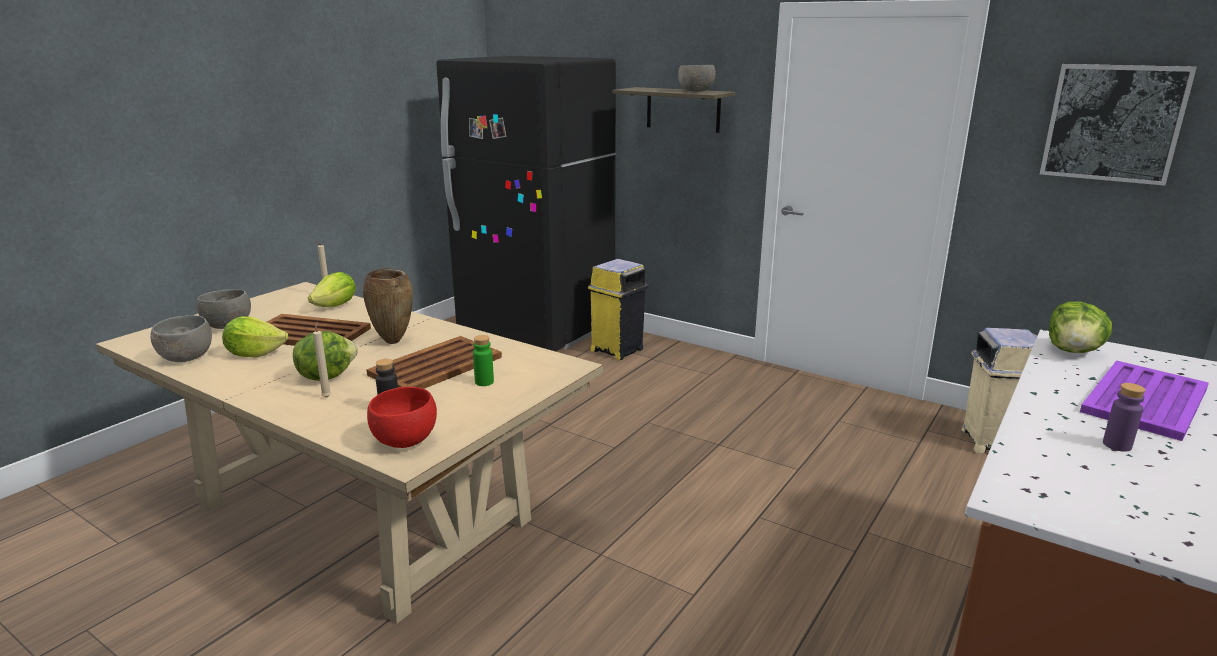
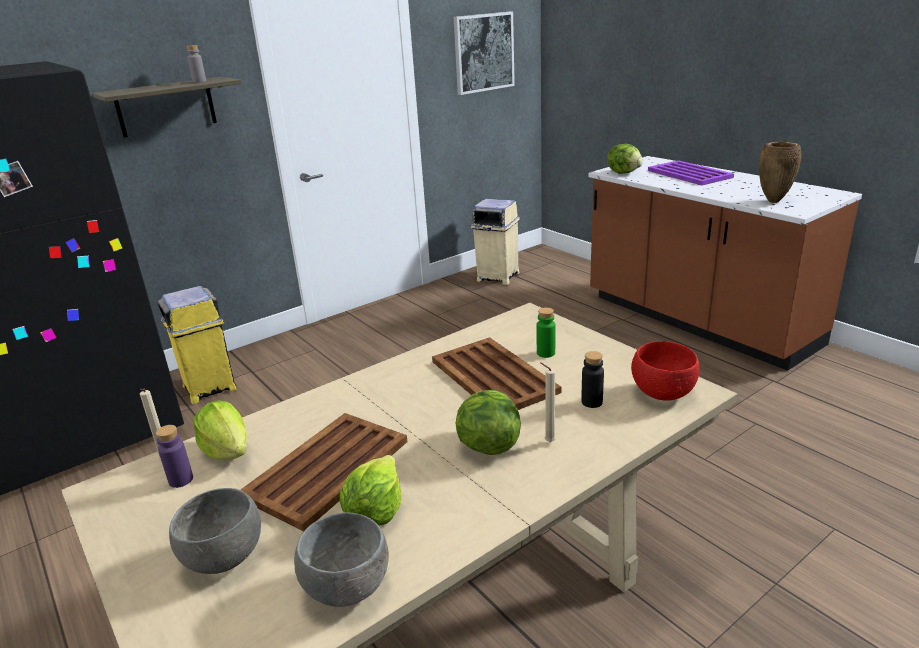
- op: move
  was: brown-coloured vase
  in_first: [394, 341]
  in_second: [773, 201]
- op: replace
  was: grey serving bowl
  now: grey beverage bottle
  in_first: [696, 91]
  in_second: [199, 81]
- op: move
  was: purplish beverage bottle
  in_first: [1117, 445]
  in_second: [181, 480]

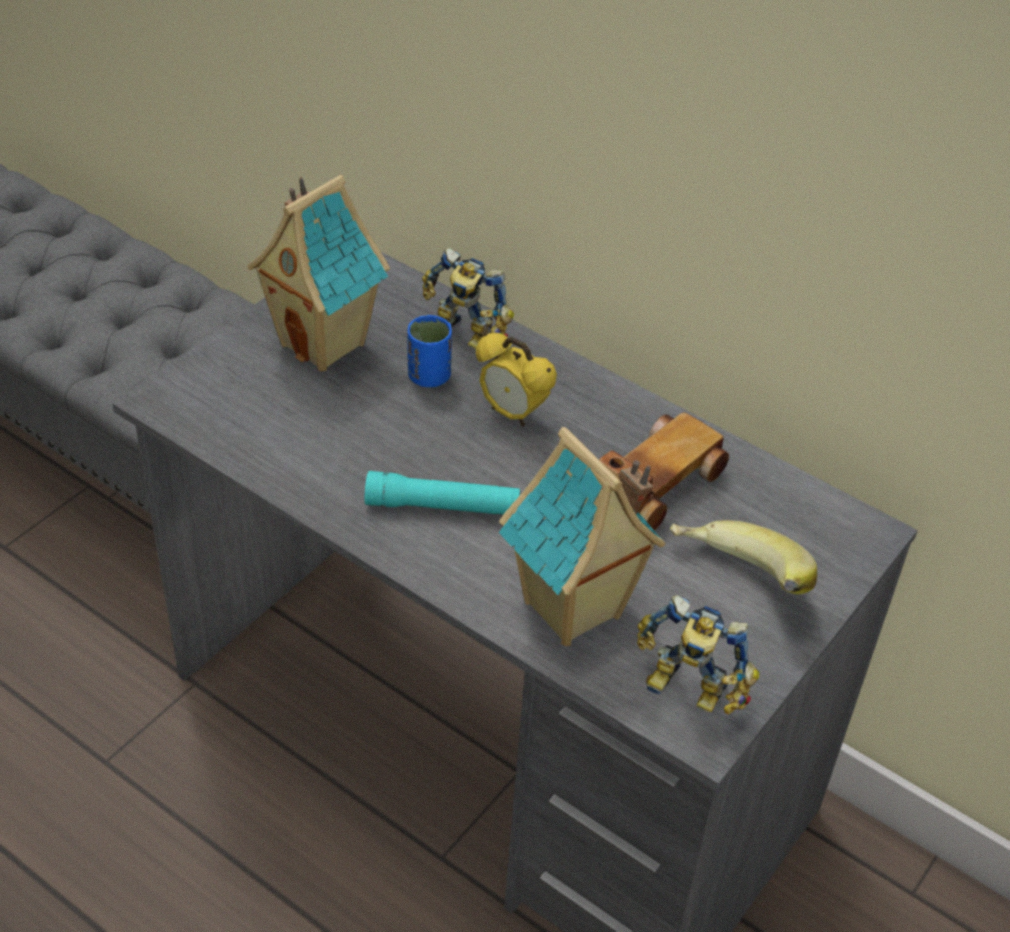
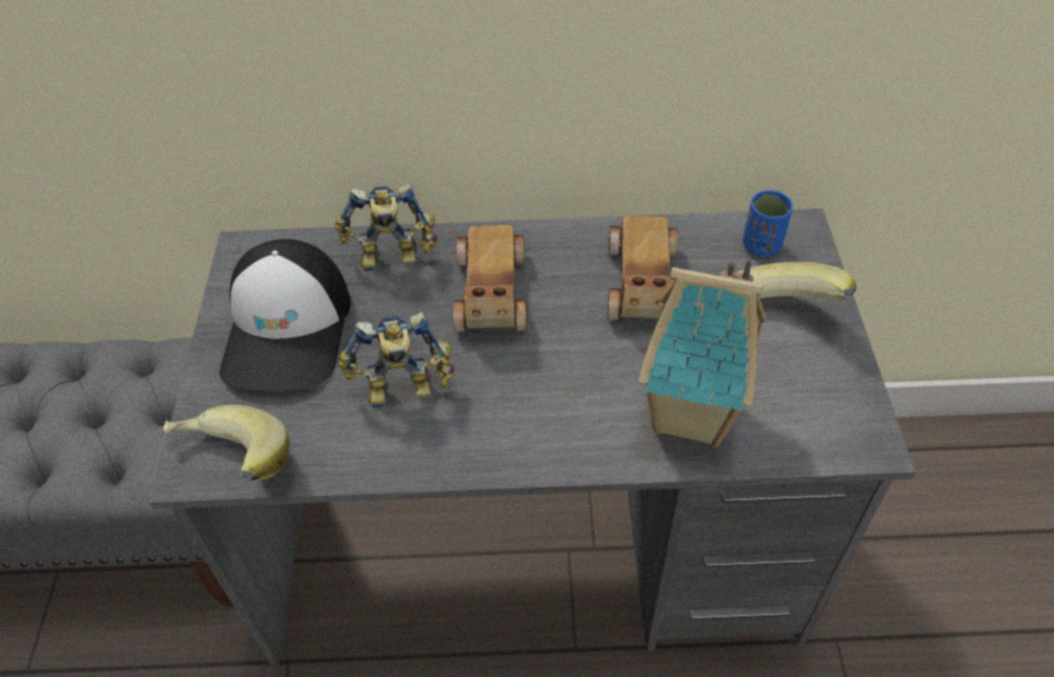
- op: replace
  was: toy house
  now: baseball cap
  in_first: [325, 343]
  in_second: [289, 330]
- op: delete
  was: blue-green flashlight
  in_first: [443, 506]
- op: move
  was: bluish small cup
  in_first: [429, 376]
  in_second: [761, 246]
- op: replace
  was: table clock
  now: miniature car
  in_first: [512, 414]
  in_second: [491, 295]
- op: move
  was: model robot
  in_first: [687, 692]
  in_second: [402, 391]
- op: insert
  now: banana fruit
  in_second: [232, 466]

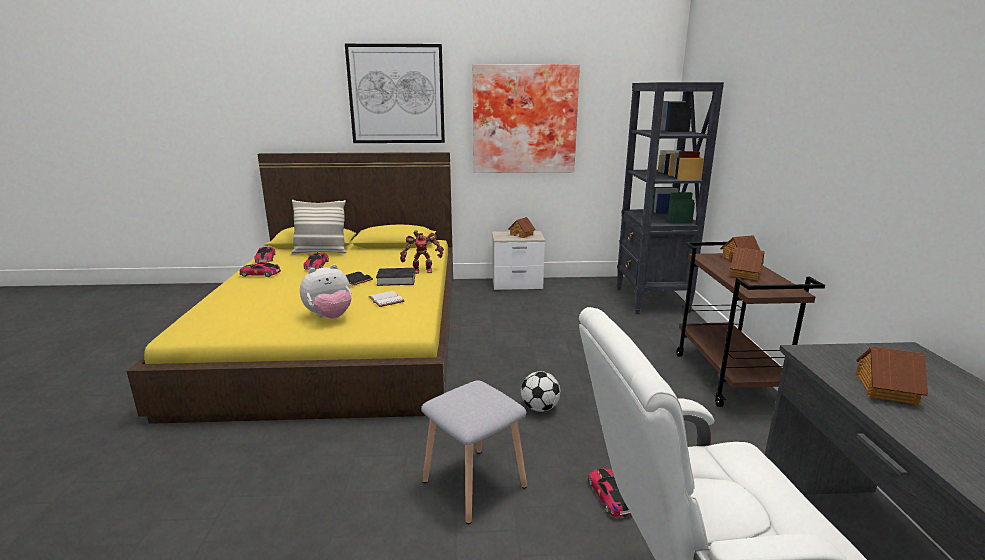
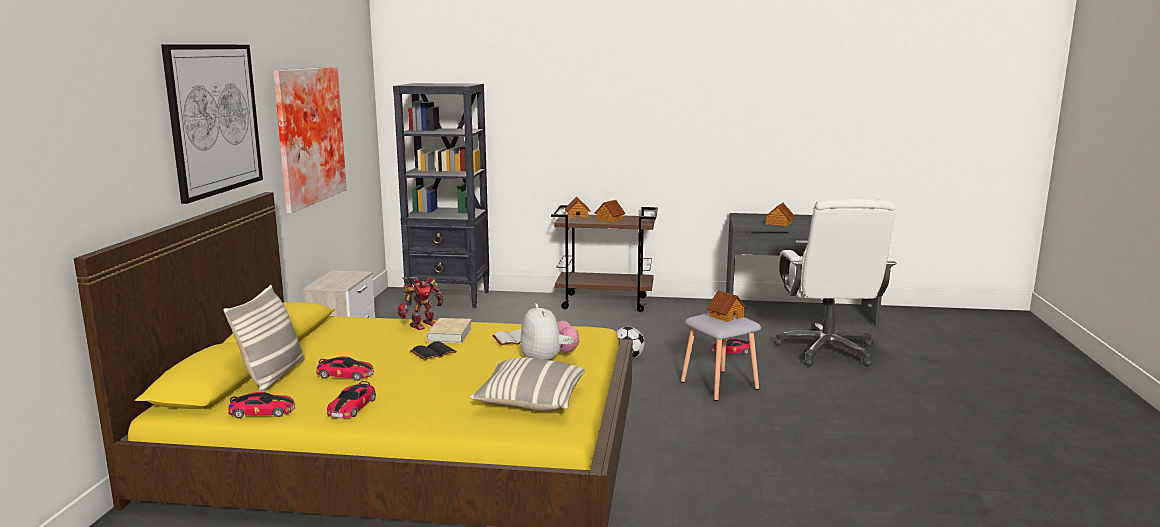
- op: recolor
  was: blackish bound book
  now: beige-coloured bound book
  in_first: [396, 280]
  in_second: [449, 335]
- op: rotate
  was: model robot
  in_first: [422, 270]
  in_second: [422, 325]
  clockwise: 45
- op: move
  was: toy house
  in_first: [521, 234]
  in_second: [726, 316]
- op: insert
  now: pillow
  in_second: [530, 401]

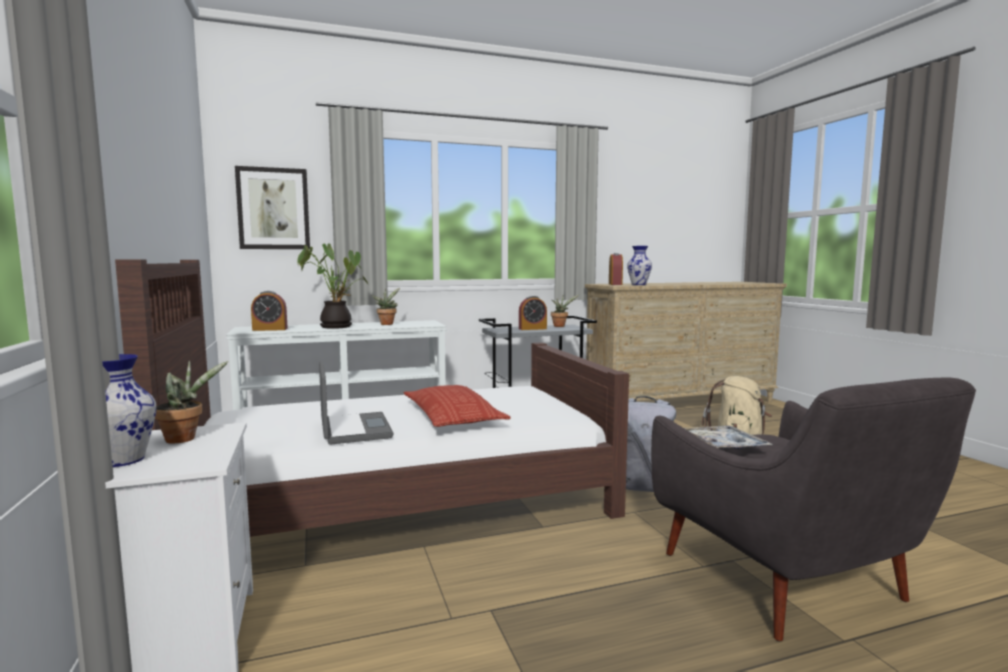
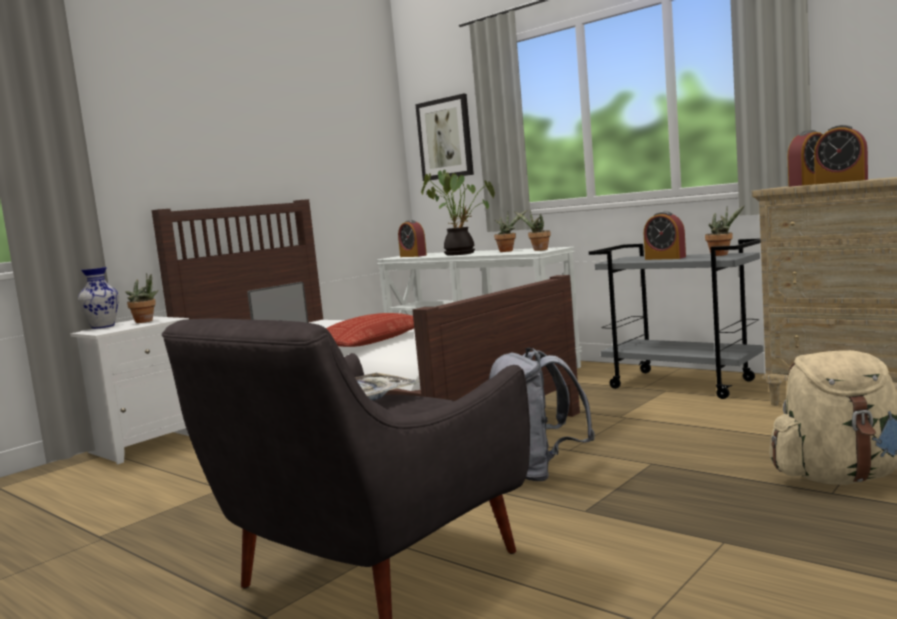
- op: replace
  was: vase
  now: table clock
  in_first: [639, 284]
  in_second: [841, 182]
- op: insert
  now: potted plant
  in_second: [538, 250]

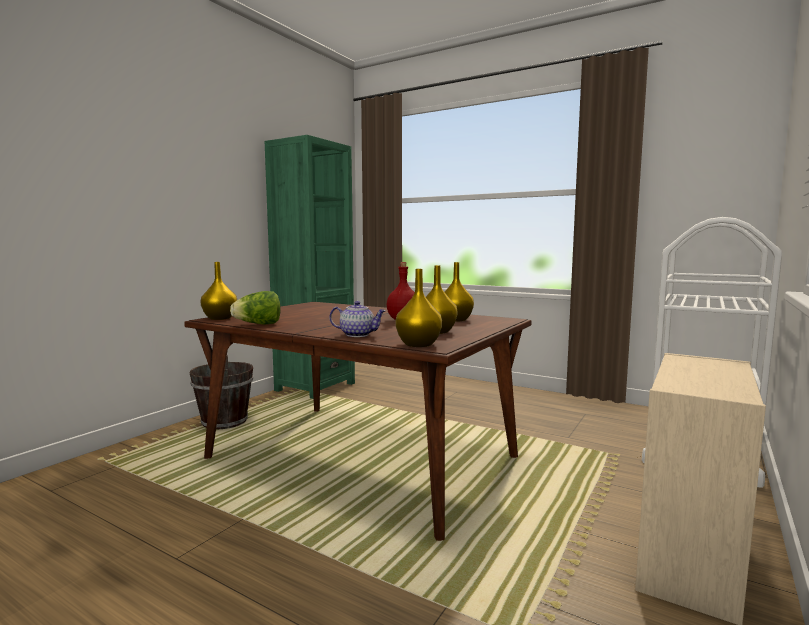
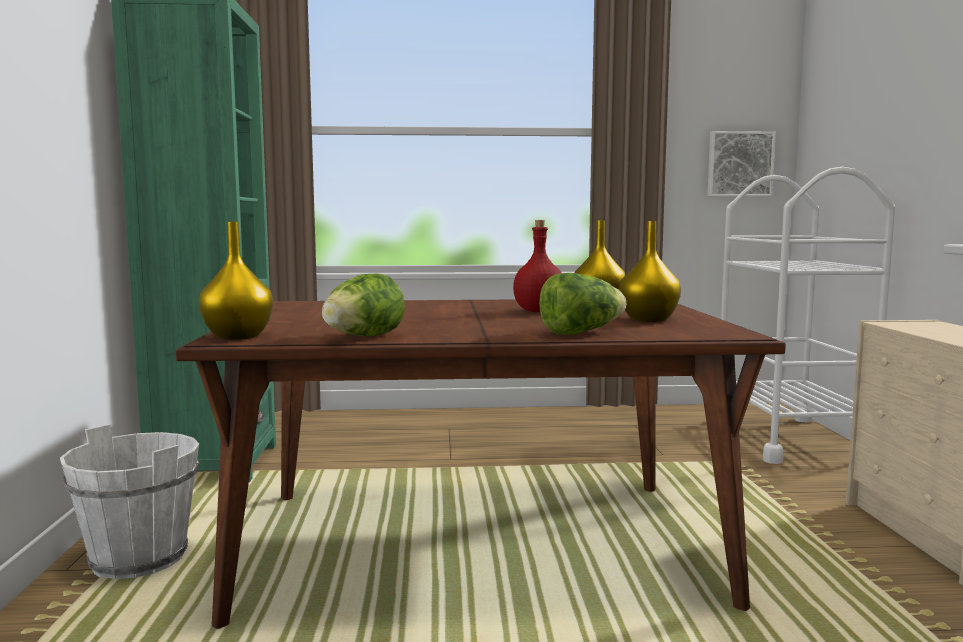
- op: recolor
  was: brown-coloured bucket
  now: white bucket
  in_first: [225, 422]
  in_second: [140, 559]
- op: replace
  was: teapot
  now: lettuce head
  in_first: [358, 335]
  in_second: [580, 333]
- op: delete
  was: yellow-coloured vase
  in_first: [419, 344]
- op: insert
  now: wall picture
  in_second: [739, 164]

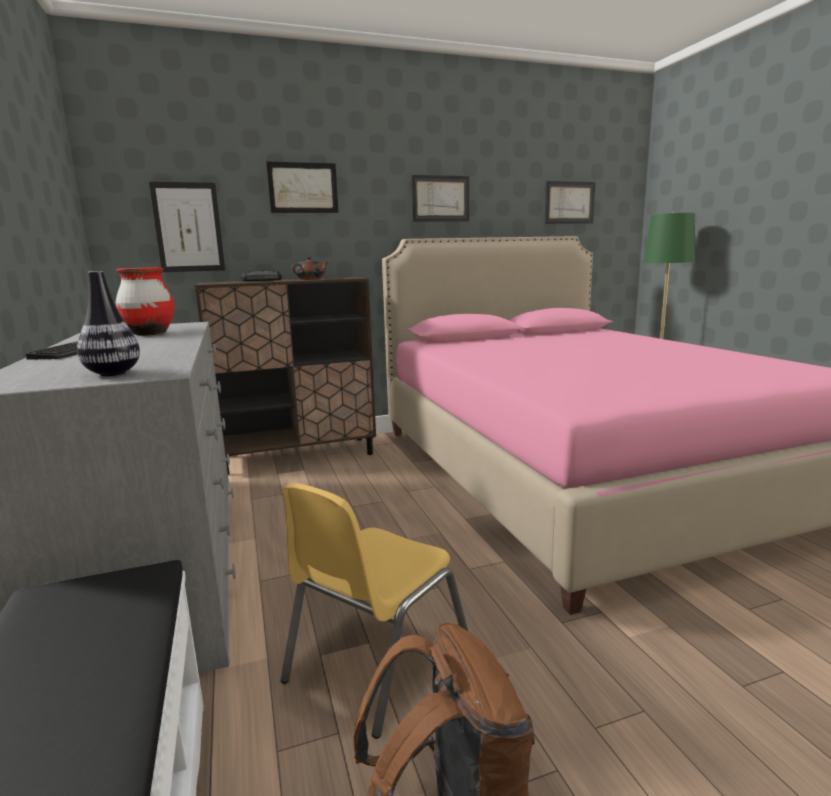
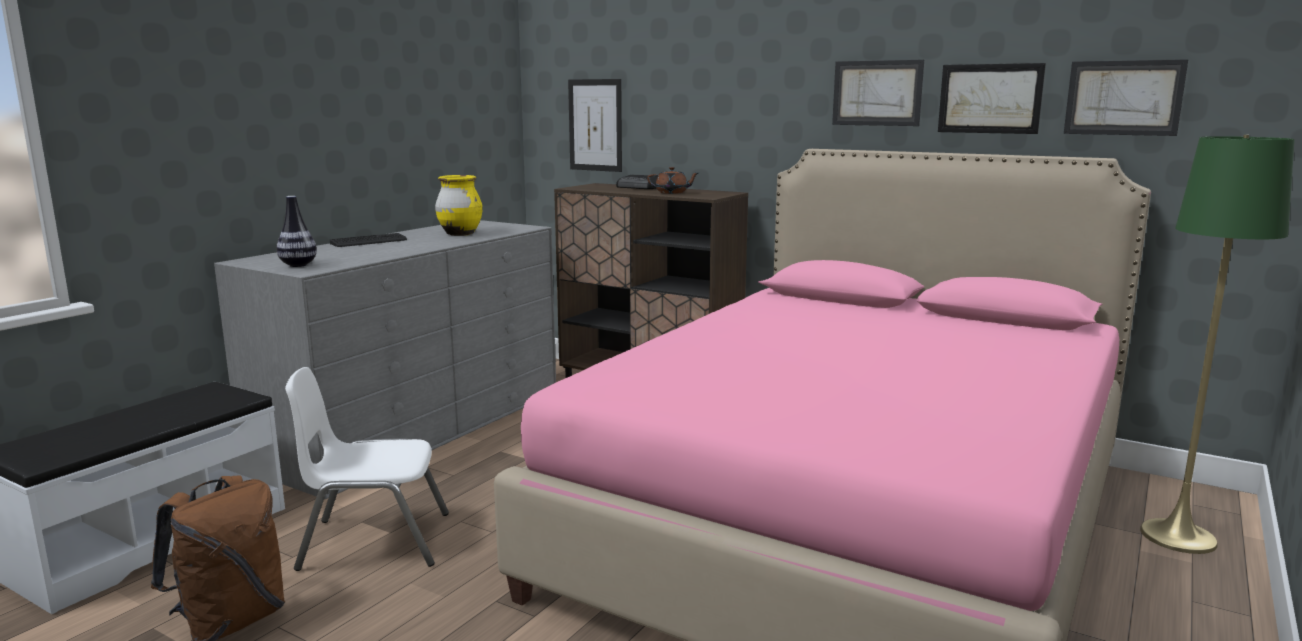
- op: recolor
  was: red vase
  now: yellow-coloured vase
  in_first: [149, 334]
  in_second: [460, 234]
- op: move
  was: wall picture
  in_first: [303, 188]
  in_second: [990, 98]
- op: recolor
  was: yellow-coloured chair
  now: white chair
  in_first: [376, 658]
  in_second: [375, 541]

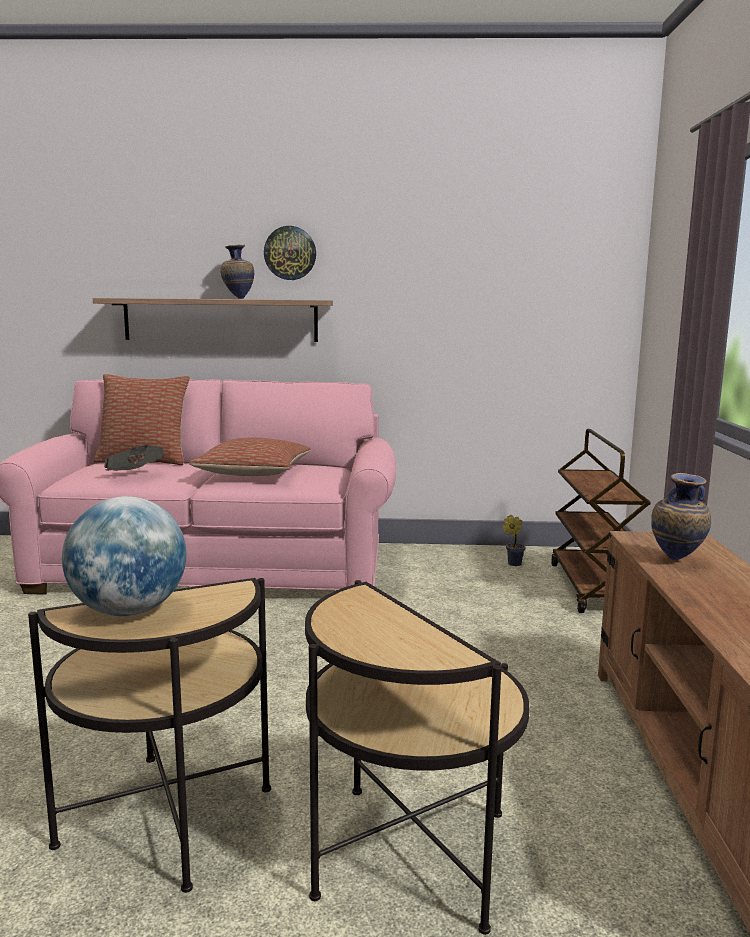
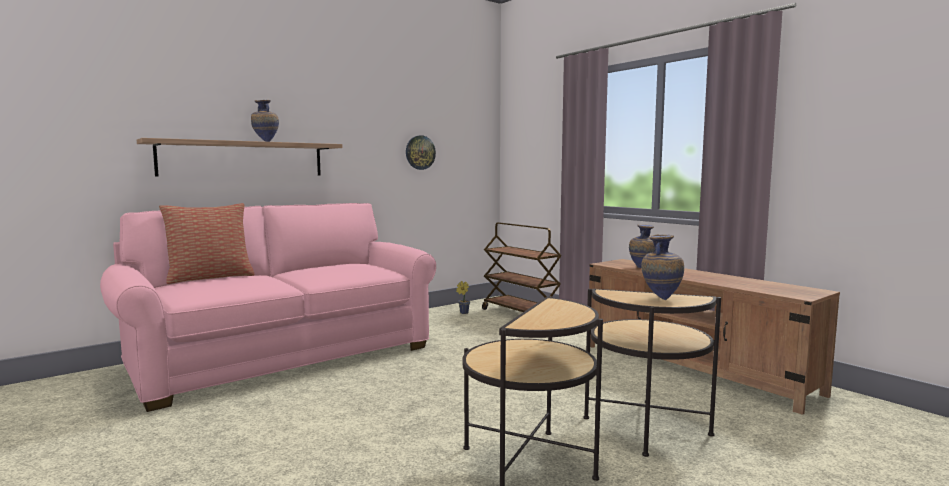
- op: delete
  was: desk globe
  in_first: [129, 611]
- op: delete
  was: newspaper
  in_first: [135, 475]
- op: delete
  was: pillow
  in_first: [254, 473]
- op: move
  was: clock on the wall
  in_first: [290, 253]
  in_second: [420, 152]
- op: insert
  now: vase
  in_second: [660, 299]

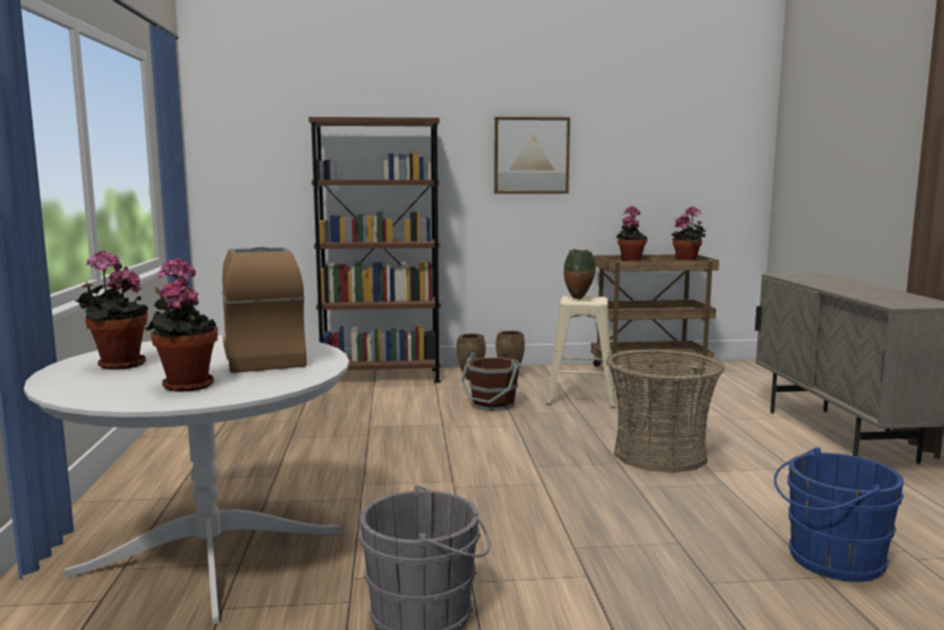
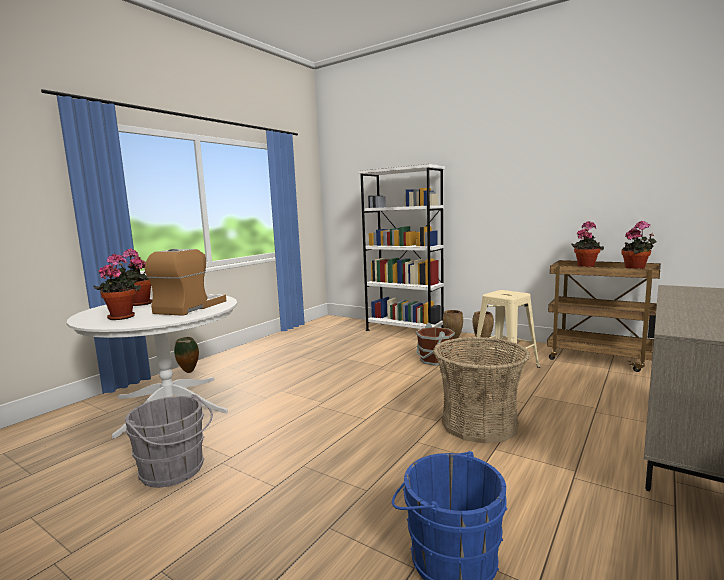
- op: recolor
  was: brown-coloured shelving unit
  now: white shelving unit
  in_first: [381, 377]
  in_second: [404, 331]
- op: delete
  was: wall picture
  in_first: [531, 155]
- op: move
  was: vase
  in_first: [579, 299]
  in_second: [189, 372]

